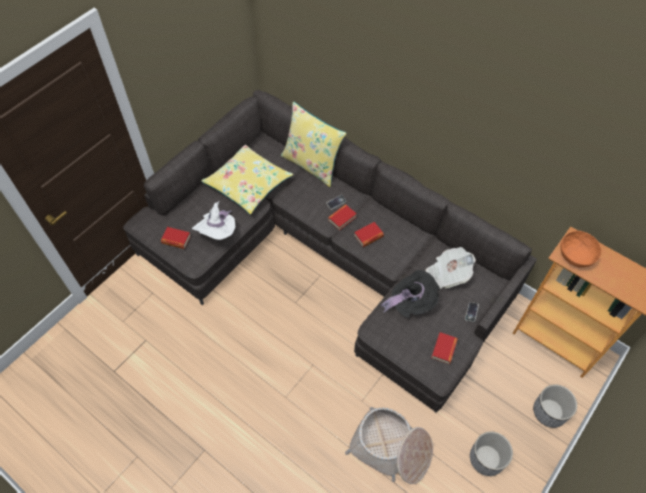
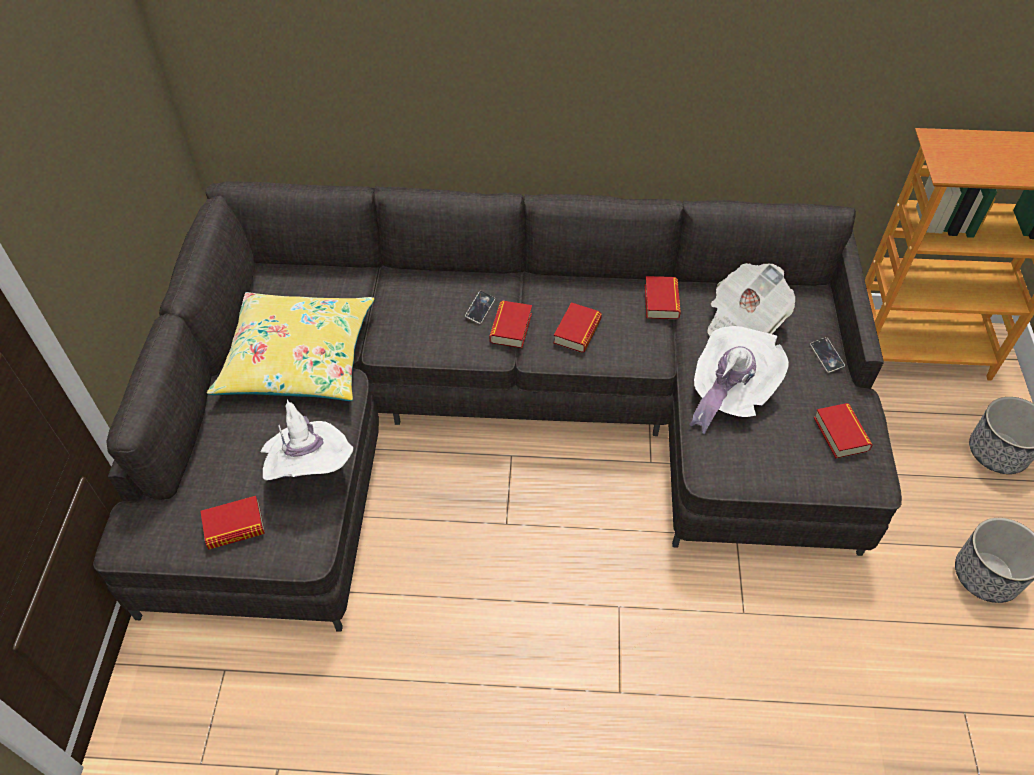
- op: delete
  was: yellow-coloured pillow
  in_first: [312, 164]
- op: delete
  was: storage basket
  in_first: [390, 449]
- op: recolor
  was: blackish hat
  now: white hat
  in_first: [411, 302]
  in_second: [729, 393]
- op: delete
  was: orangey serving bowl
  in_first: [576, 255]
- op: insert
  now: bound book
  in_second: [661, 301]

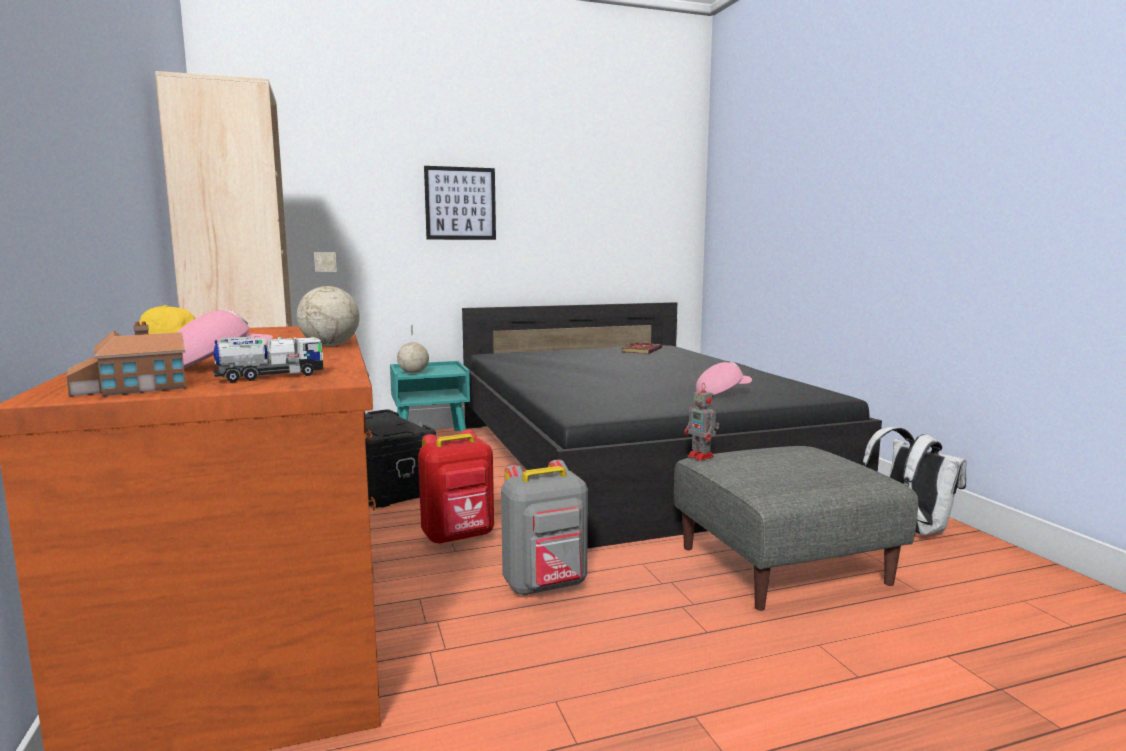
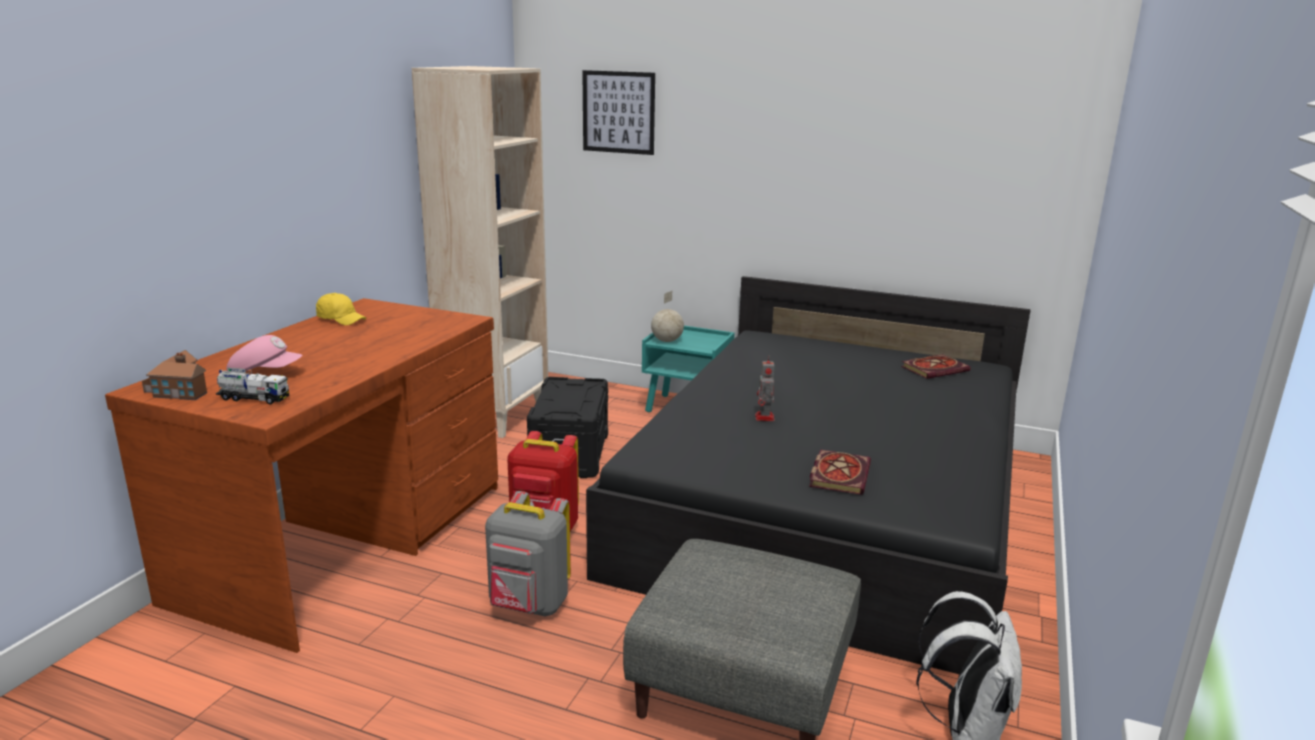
- op: delete
  was: desk globe
  in_first: [330, 345]
- op: move
  was: wall picture
  in_first: [460, 203]
  in_second: [618, 112]
- op: move
  was: model robot
  in_first: [701, 457]
  in_second: [764, 418]
- op: replace
  was: pinkish baseball cap
  now: bound book
  in_first: [722, 393]
  in_second: [838, 474]

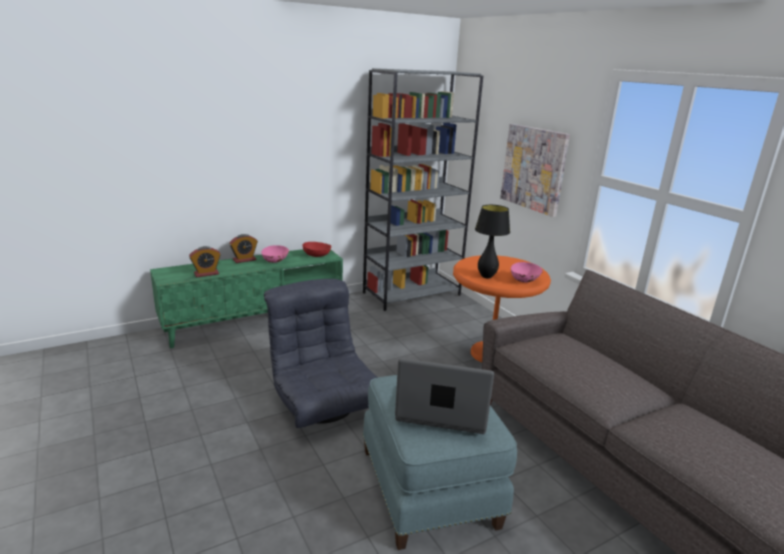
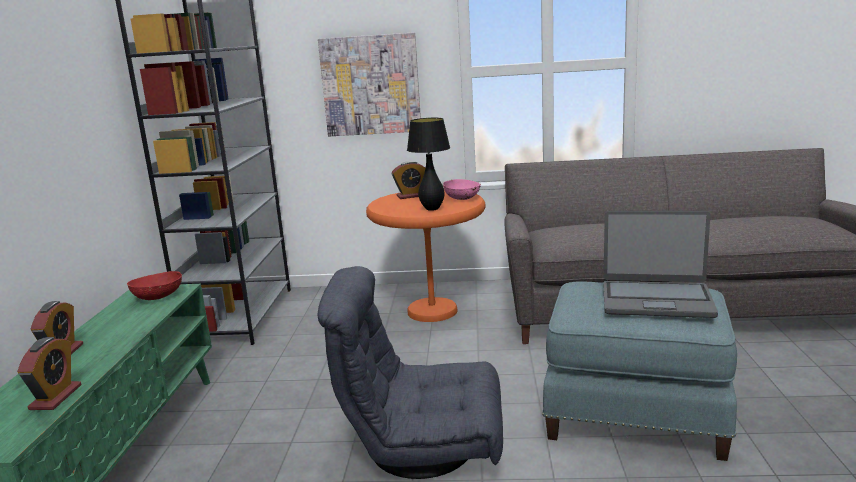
- op: delete
  was: pinkish serving bowl
  in_first: [275, 261]
- op: rotate
  was: notebook computer
  in_first: [442, 410]
  in_second: [656, 300]
  clockwise: -120
- op: insert
  now: table clock
  in_second: [411, 196]

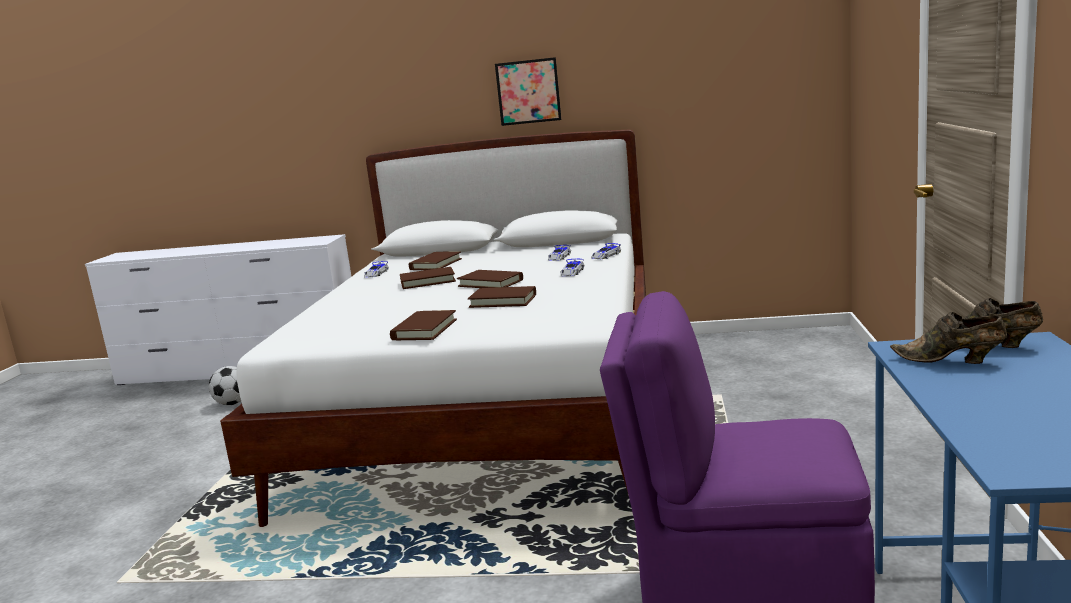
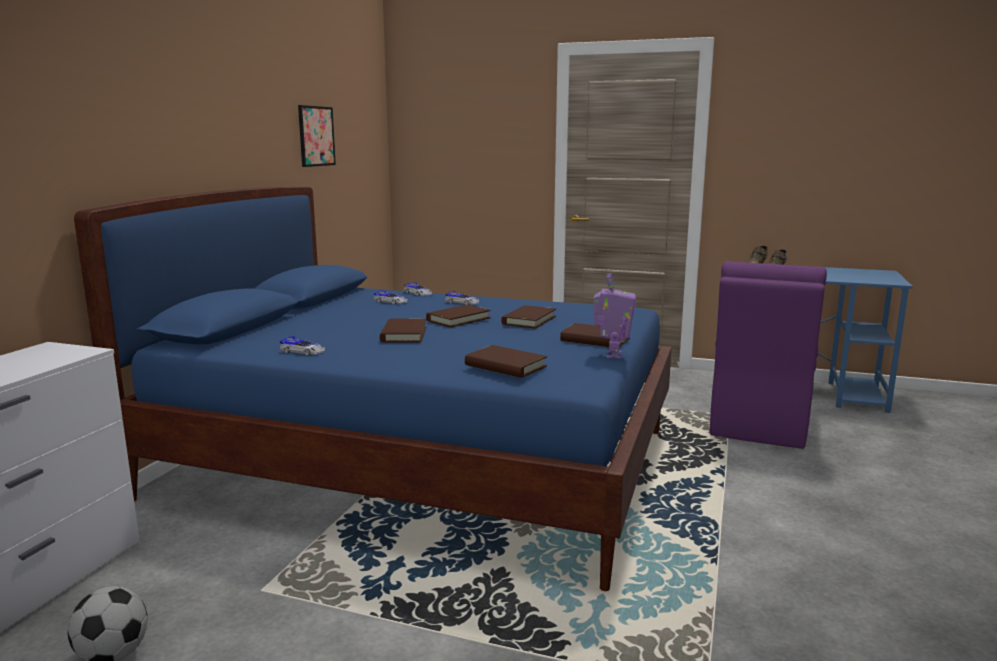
- op: recolor
  was: white sleeping bed
  now: bluish sleeping bed
  in_first: [492, 413]
  in_second: [421, 463]
- op: move
  was: brown-coloured bound book
  in_first: [435, 264]
  in_second: [505, 366]
- op: move
  was: wall picture
  in_first: [528, 91]
  in_second: [316, 136]
- op: insert
  now: model robot
  in_second: [612, 355]

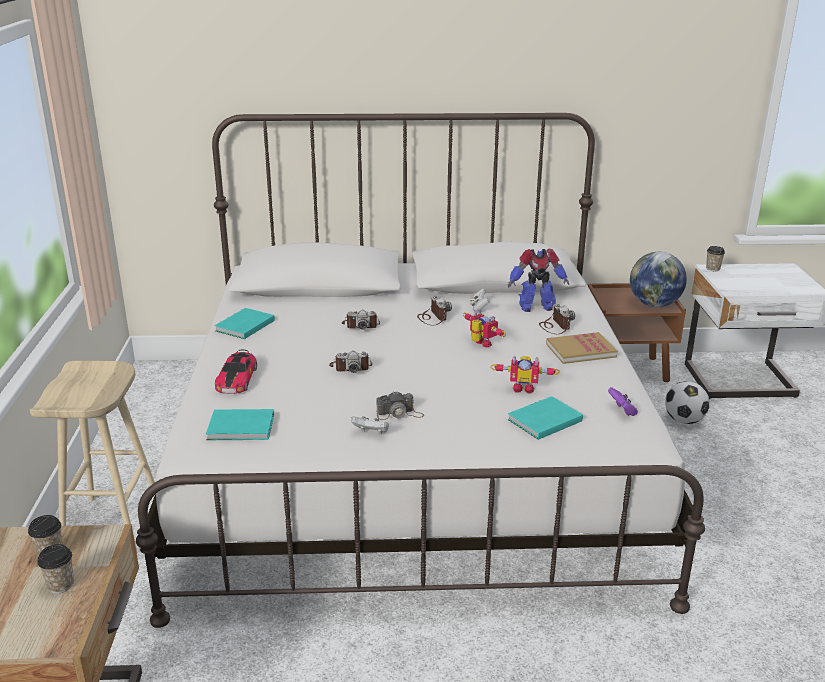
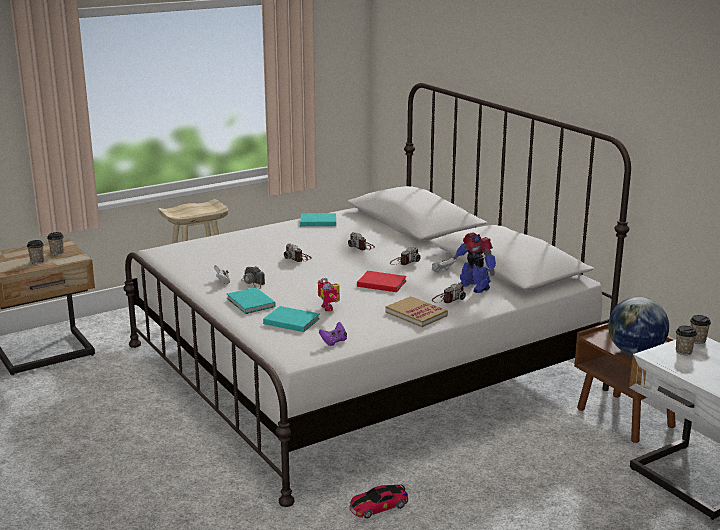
- op: move
  was: blue-green bound book
  in_first: [242, 428]
  in_second: [250, 303]
- op: move
  was: miniature car
  in_first: [237, 379]
  in_second: [378, 506]
- op: replace
  was: model robot
  now: red bound book
  in_first: [480, 344]
  in_second: [380, 283]
- op: delete
  was: football
  in_first: [684, 420]
- op: insert
  now: small cup
  in_second: [683, 351]

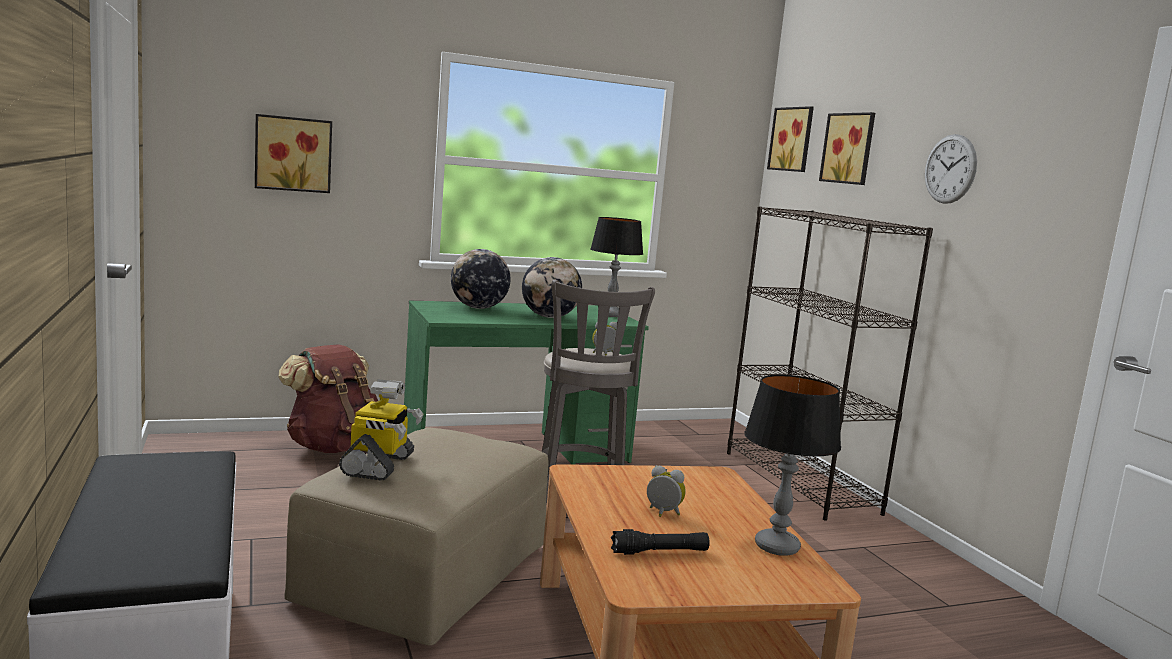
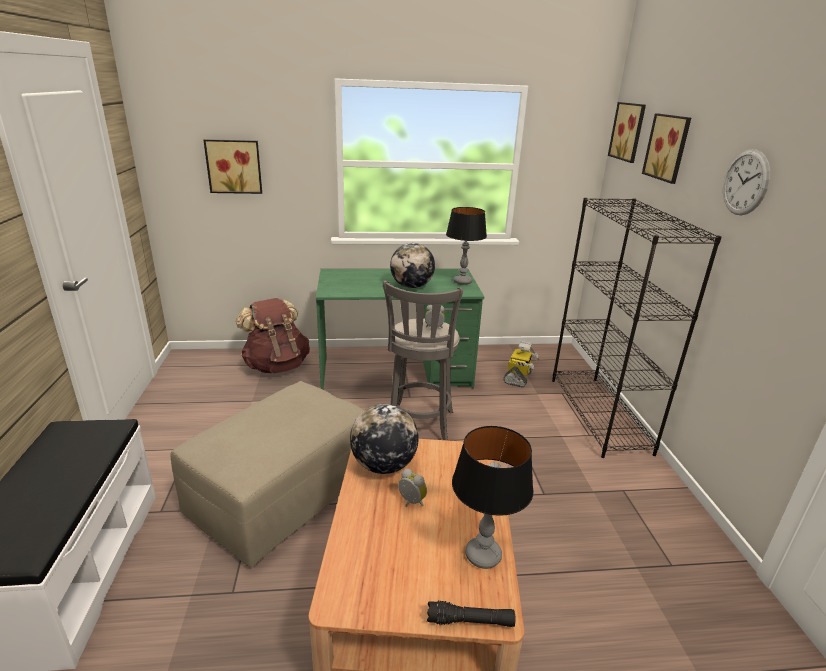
- op: move
  was: model robot
  in_first: [379, 465]
  in_second: [518, 378]
- op: move
  was: desk globe
  in_first: [478, 308]
  in_second: [383, 465]
- op: move
  was: blackish flashlight
  in_first: [659, 552]
  in_second: [470, 621]

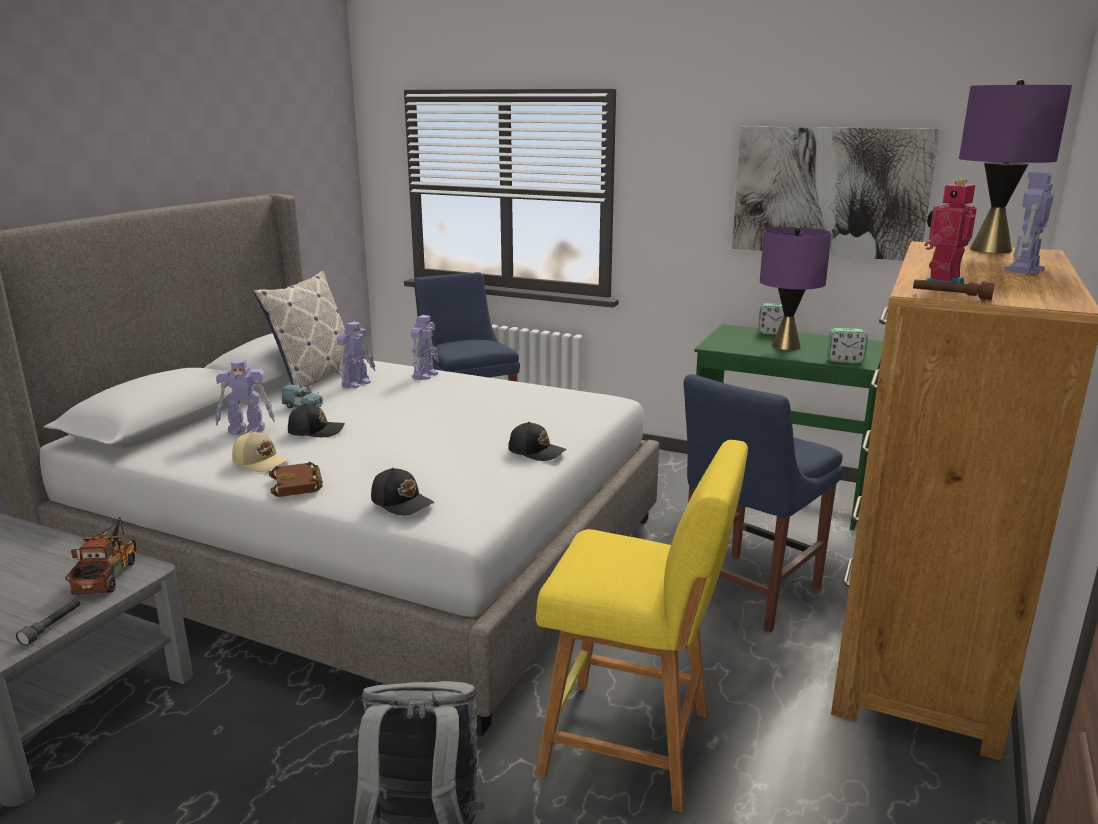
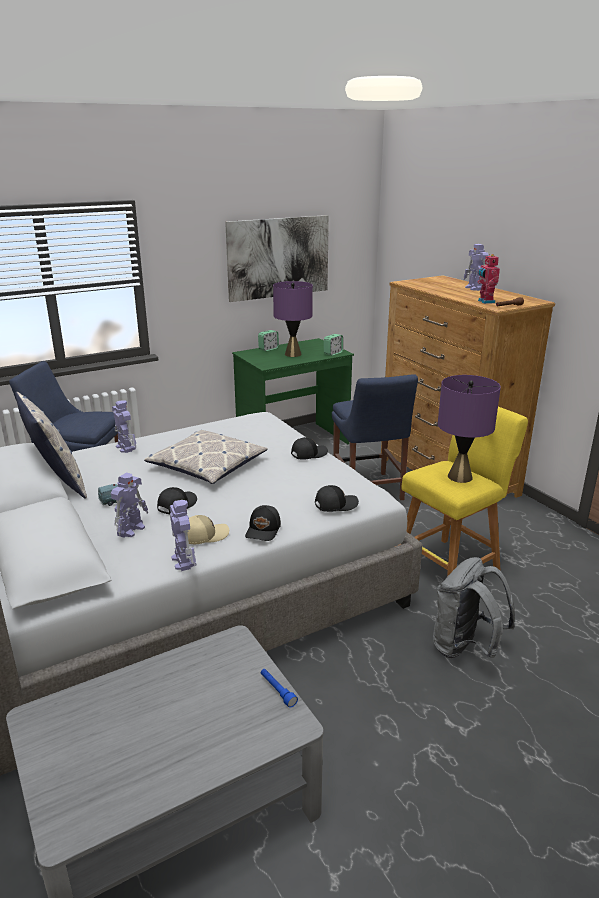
- op: recolor
  was: grey flashlight
  now: bluish flashlight
  in_first: [52, 627]
  in_second: [277, 691]
- op: delete
  was: toy lorry
  in_first: [109, 574]
- op: replace
  was: brown-coloured bound book
  now: blackish baseball cap
  in_first: [298, 485]
  in_second: [264, 530]
- op: move
  was: model robot
  in_first: [357, 383]
  in_second: [183, 560]
- op: move
  was: purplish lamp for a table
  in_first: [990, 249]
  in_second: [459, 477]
- op: insert
  now: pillow
  in_second: [207, 465]

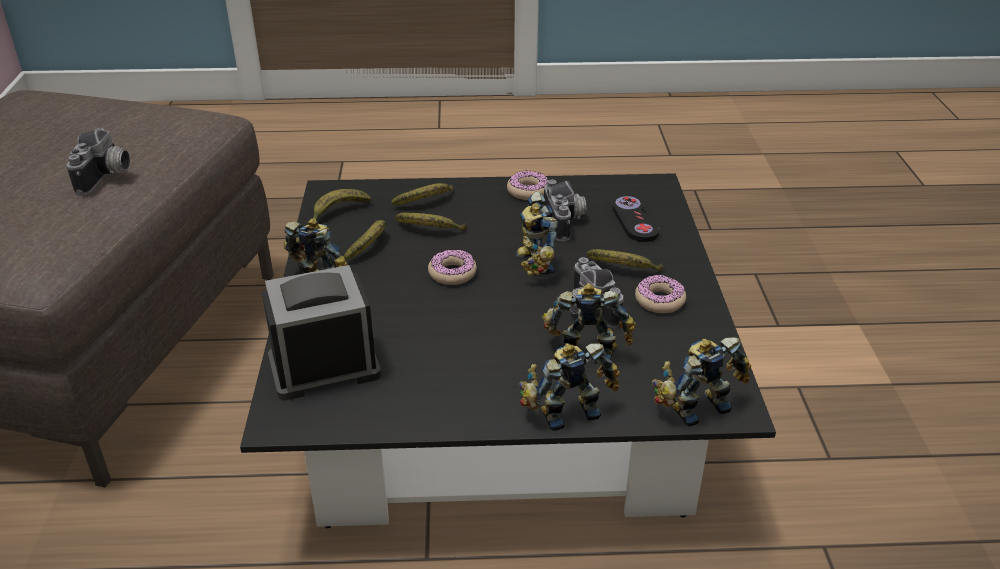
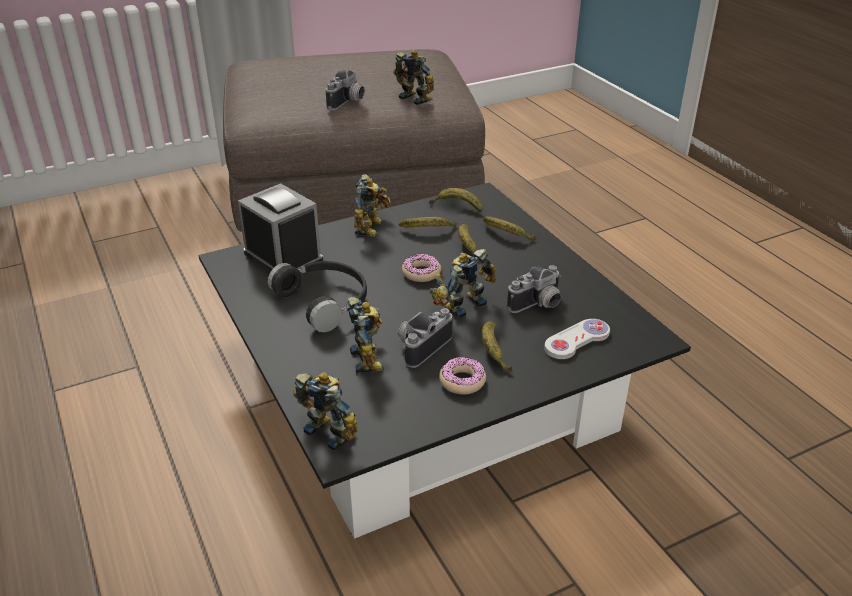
- op: rotate
  was: still camera
  in_first: [107, 177]
  in_second: [348, 102]
  clockwise: -45
- op: delete
  was: ring doughnut
  in_first: [528, 191]
- op: move
  was: model robot
  in_first: [566, 410]
  in_second: [416, 98]
- op: recolor
  was: blackish game controller
  now: white game controller
  in_first: [634, 221]
  in_second: [577, 340]
- op: insert
  now: blackish headphones
  in_second: [325, 301]

